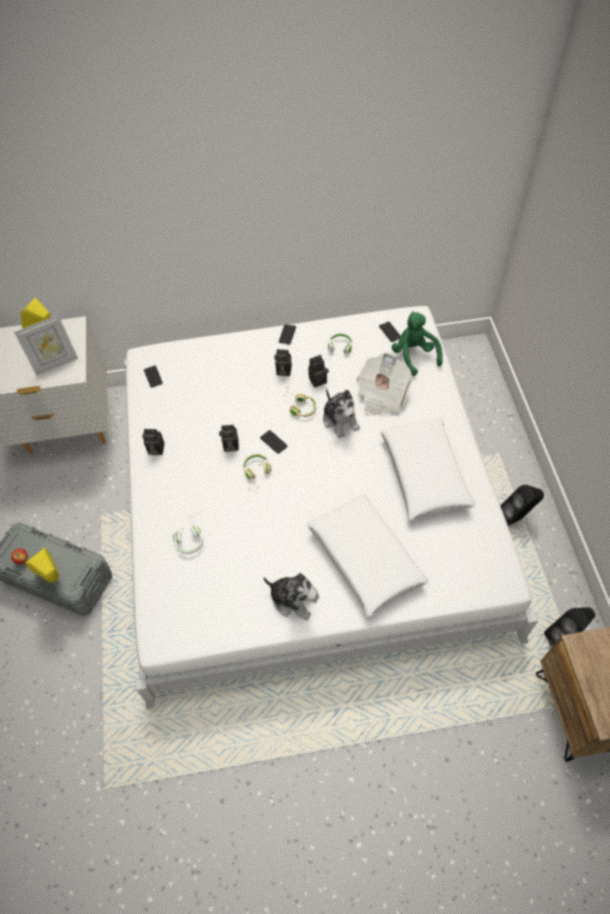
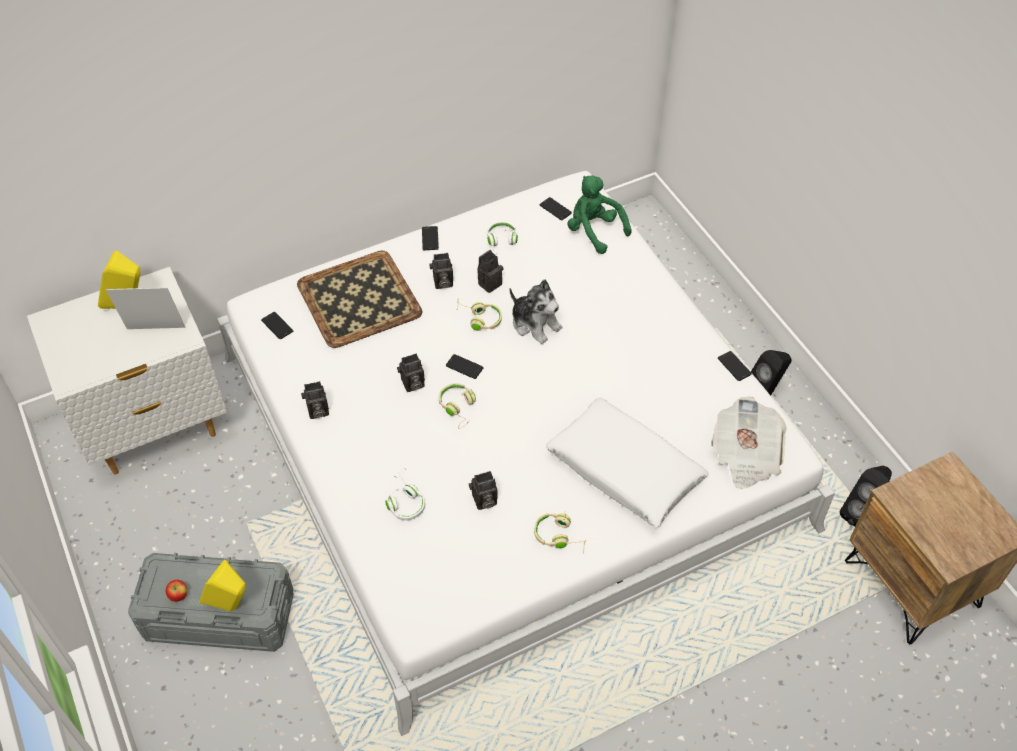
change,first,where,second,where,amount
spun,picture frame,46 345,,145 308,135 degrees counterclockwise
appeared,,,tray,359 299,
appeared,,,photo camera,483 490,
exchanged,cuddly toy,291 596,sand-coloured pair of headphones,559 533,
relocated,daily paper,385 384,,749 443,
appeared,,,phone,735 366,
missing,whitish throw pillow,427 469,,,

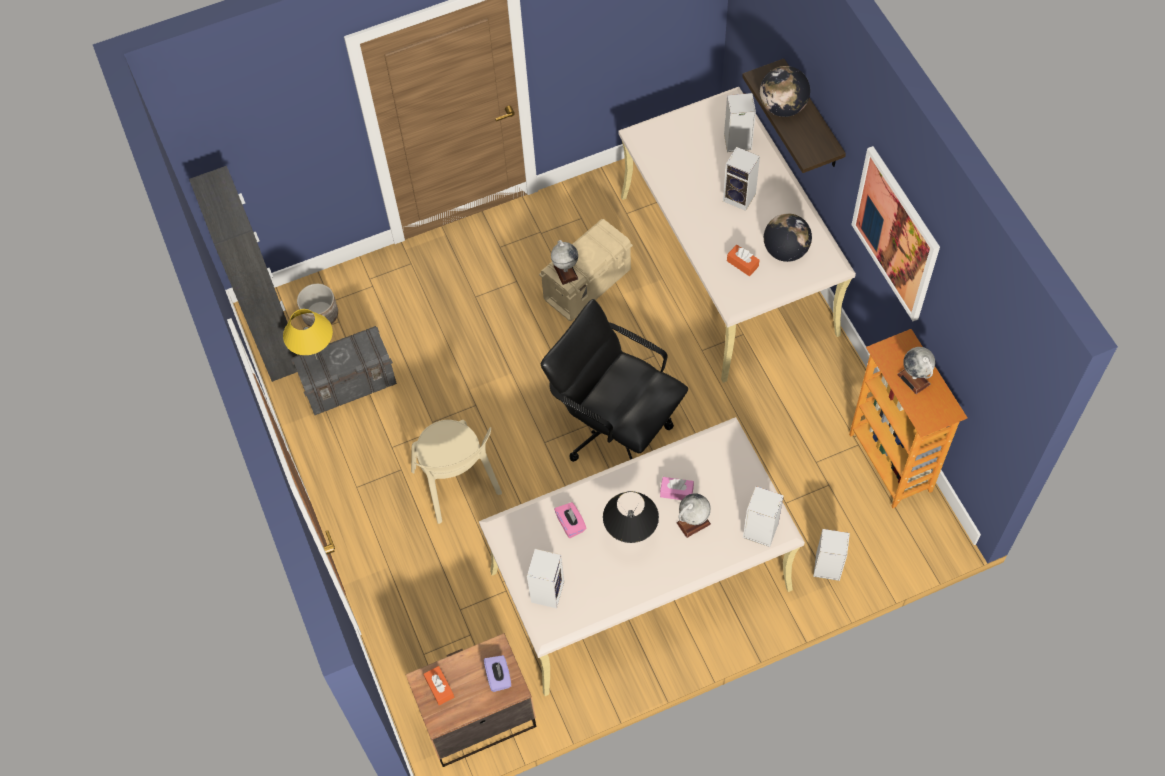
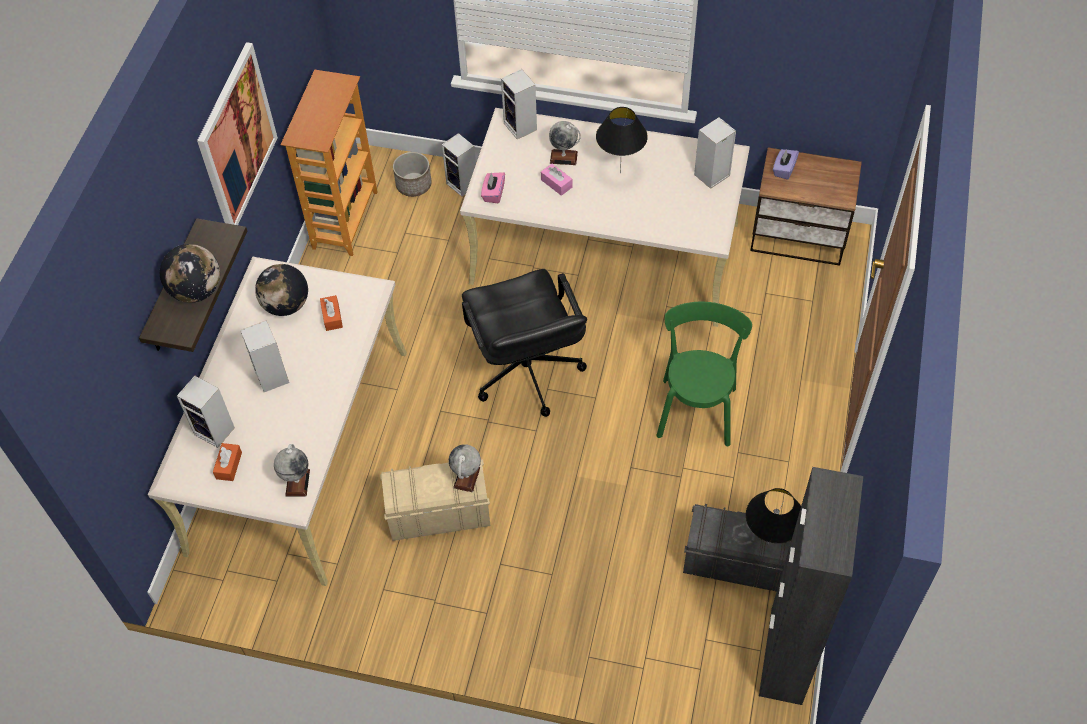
change,first,where,second,where,amount
relocated,orangey tissue box,439 686,,227 462,
relocated,globe,916 370,,292 470,
relocated,planter,317 305,,412 174,
relocated,pink tissue box,570 520,,493 187,
colour,sand-coloured plain chair,456 472,green plain chair,704 374,
colour,yellowish table lamp,308 334,black-coloured table lamp,773 516,

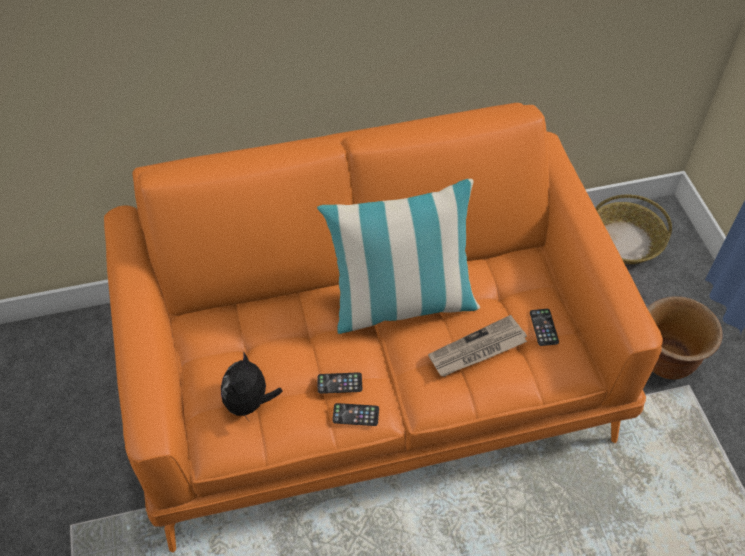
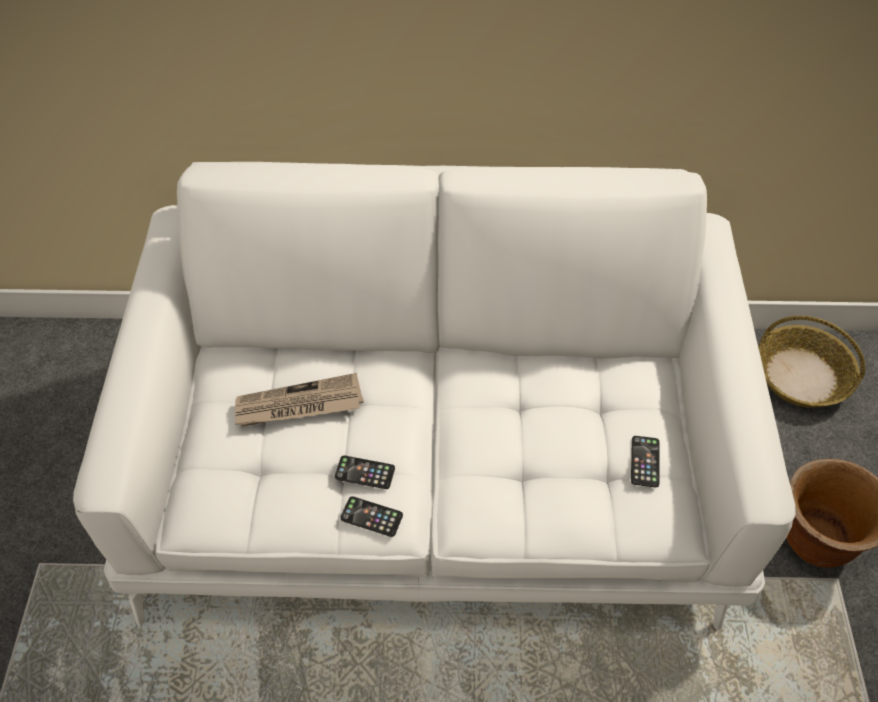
change,first,where,second,where,amount
colour,orangey couch,383 328,whitish couch,434 396,
relocated,daily paper,477 346,,299 400,
missing,cuddly toy,252 386,,,
missing,throw pillow,398 256,,,

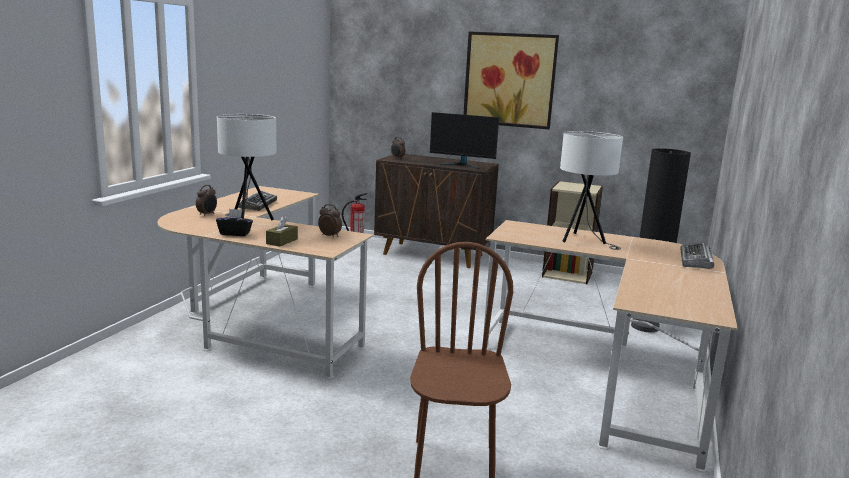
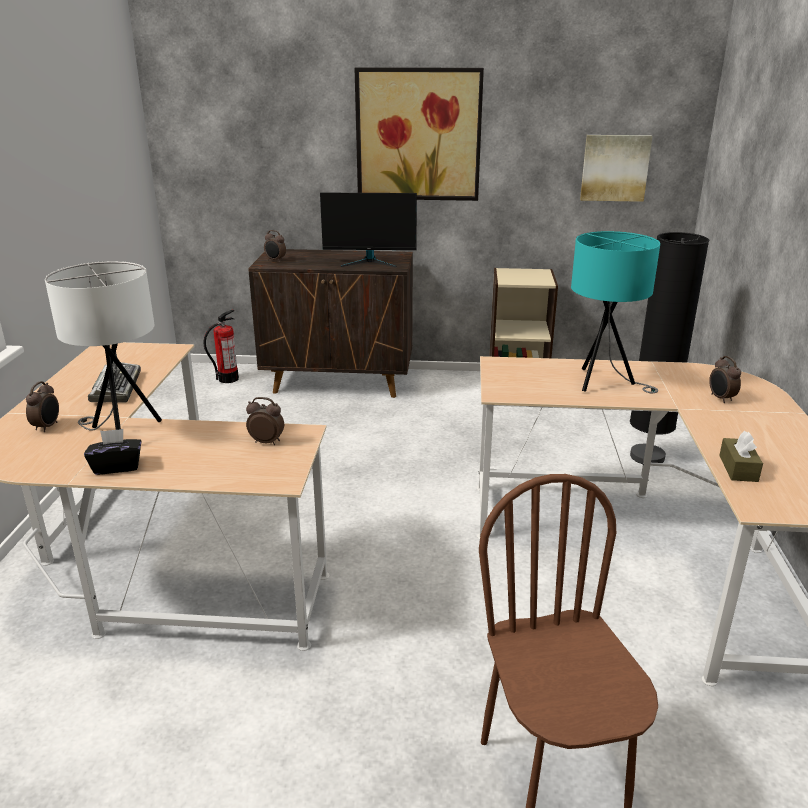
change,first,where,second,where,amount
colour,whitish table lamp,591 190,turquoise-coloured table lamp,615 312,
appeared,,,wall art,616 168,
appeared,,,alarm clock,725 379,
relocated,brownish tissue box,282 231,,741 456,
missing,computer keyboard,697 256,,,

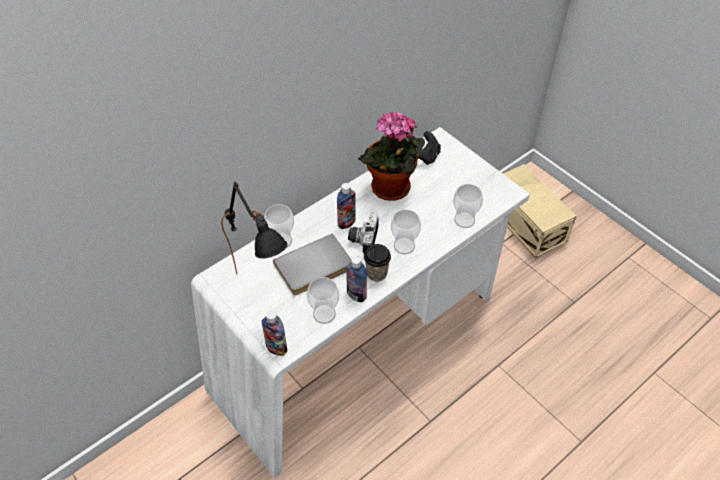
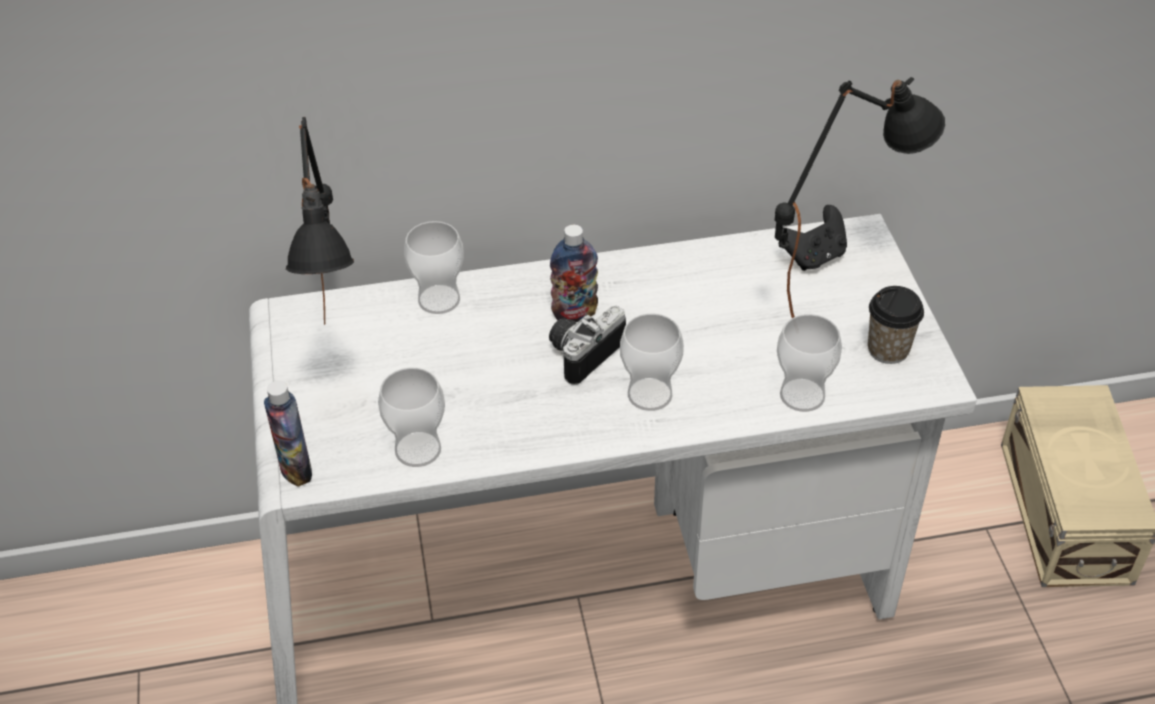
change,first,where,second,where,amount
appeared,,,black-coloured table lamp,860 197,
relocated,cup,377 262,,896 325,
missing,grey bound book,312 264,,,
missing,drink bottle,356 279,,,
missing,potted plant,391 156,,,

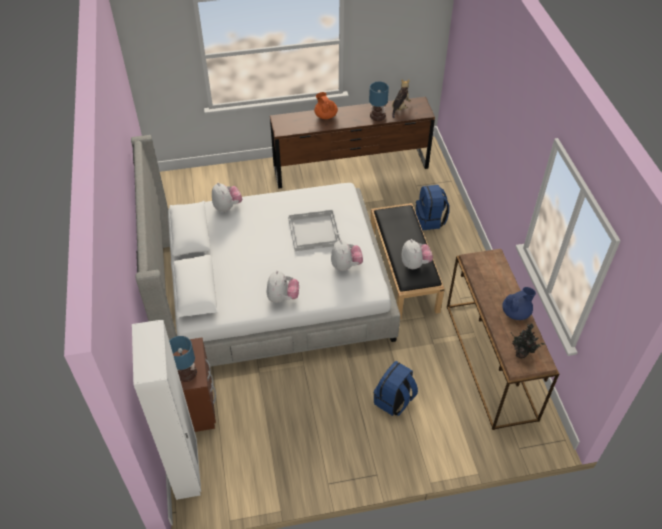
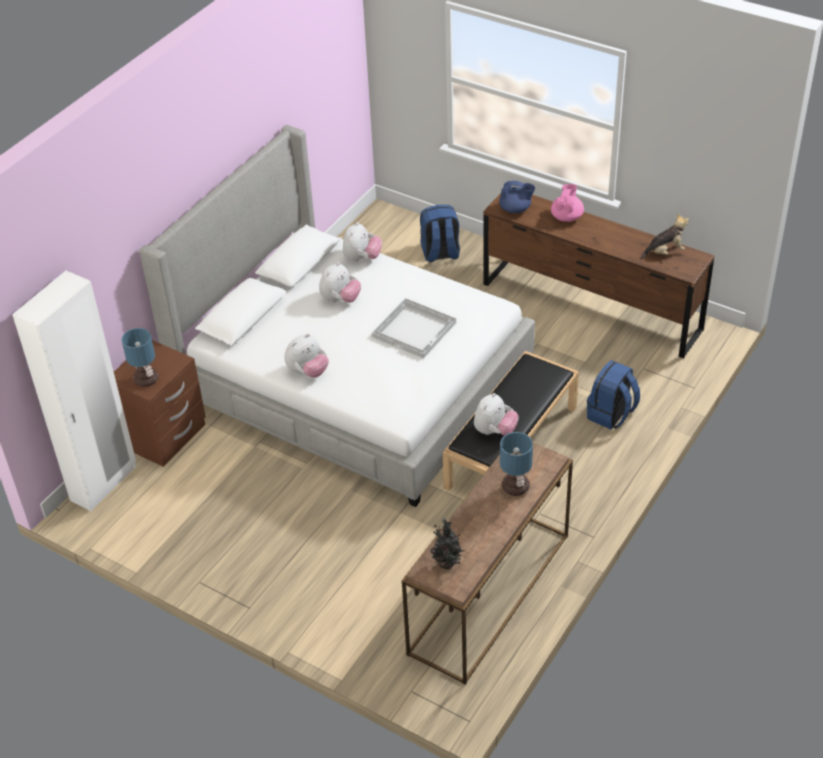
change,first,where,second,where,amount
relocated,cuddly toy,347 255,,340 282,
relocated,blue-coloured rucksack,395 388,,440 233,
relocated,blue-coloured pot for tea,519 303,,517 197,
relocated,table lamp,379 101,,516 464,
colour,orangey pot for tea,326 105,pink pot for tea,567 203,

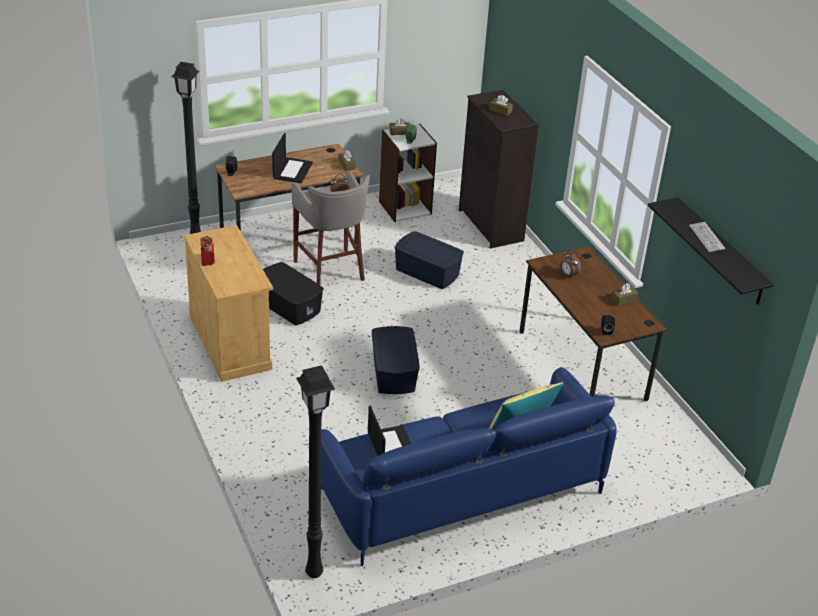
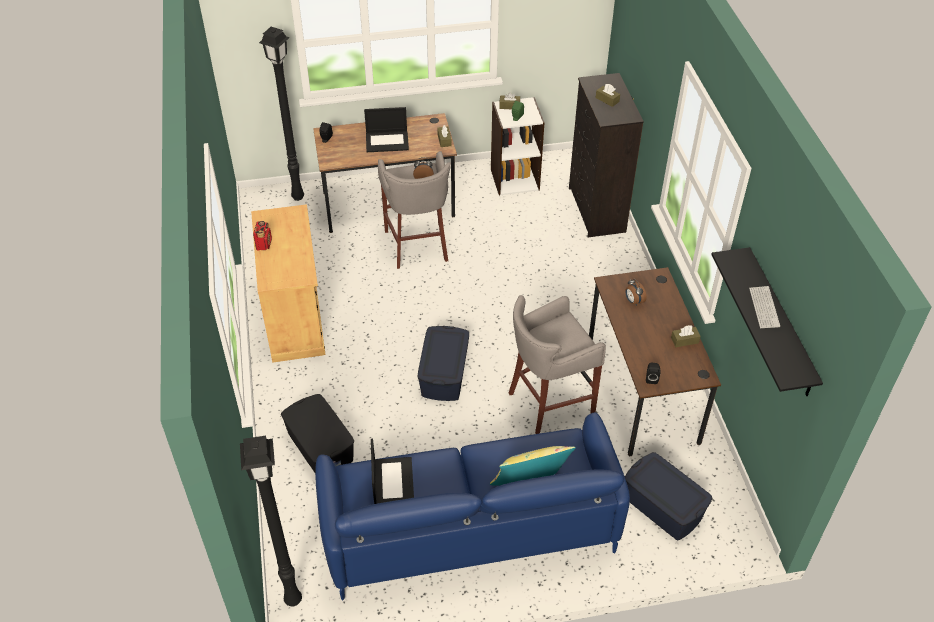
change,first,where,second,where,amount
relocated,black-coloured storage box,293 293,,317 433,
spun,portable computer,292 158,,386 129,60 degrees clockwise
appeared,,,grey sitting stool,557 364,
relocated,blue-coloured storage box,429 260,,669 496,

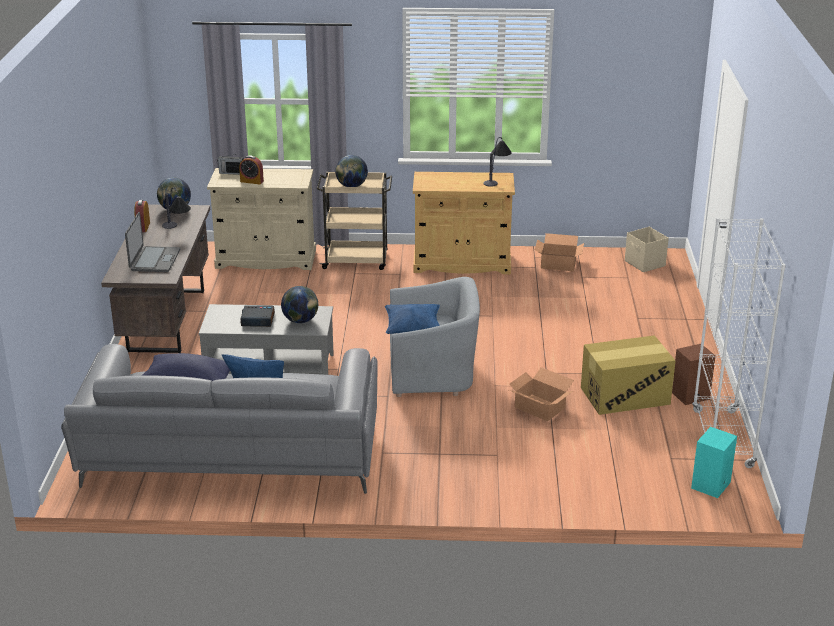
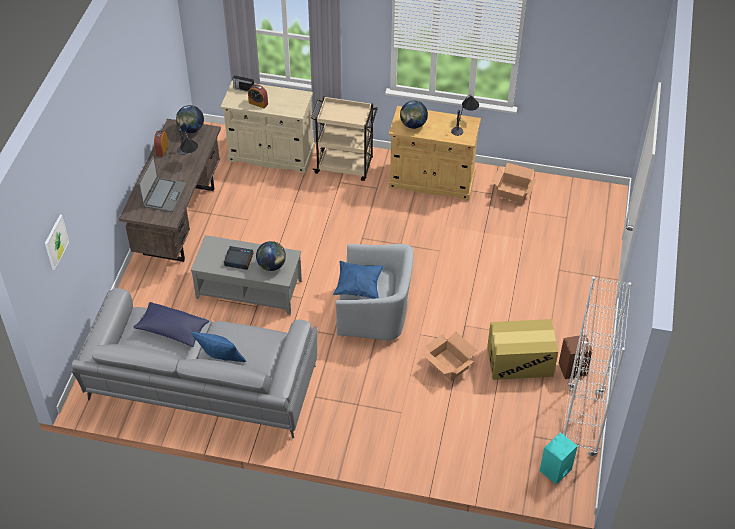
change,first,where,second,where,amount
appeared,,,wall art,57 242,
relocated,globe,351 171,,414 115,
missing,sand-coloured storage box,647 249,,,

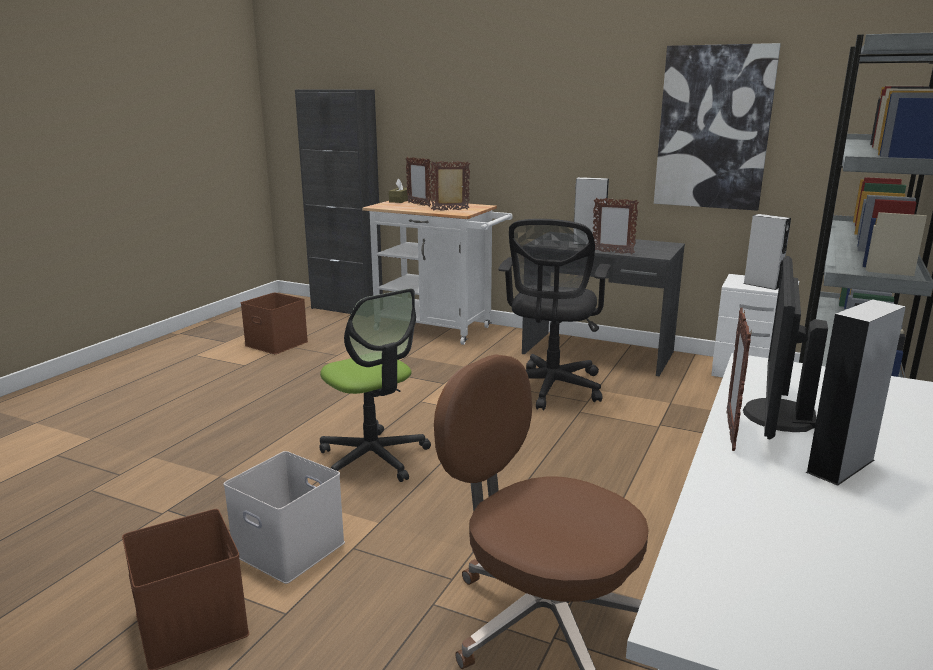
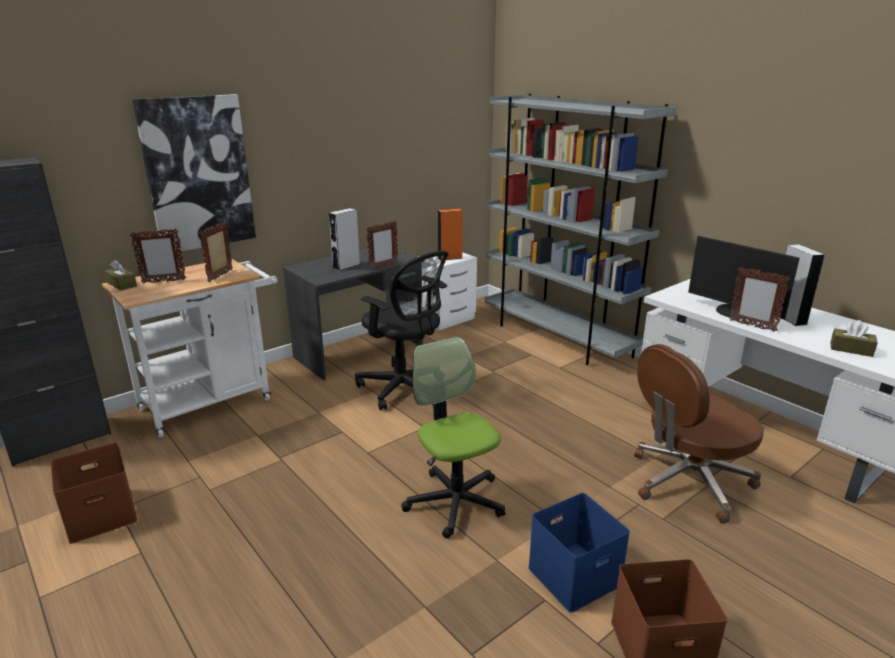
change,first,where,second,where,amount
relocated,wall art,717 127,,194 172,
spun,office chair,375 385,,453 438,105 degrees counterclockwise
colour,grey audio speaker,767 252,orangey audio speaker,450 234,
colour,whitish storage box,284 517,blue-coloured storage box,579 553,
appeared,,,brownish tissue box,854 338,

